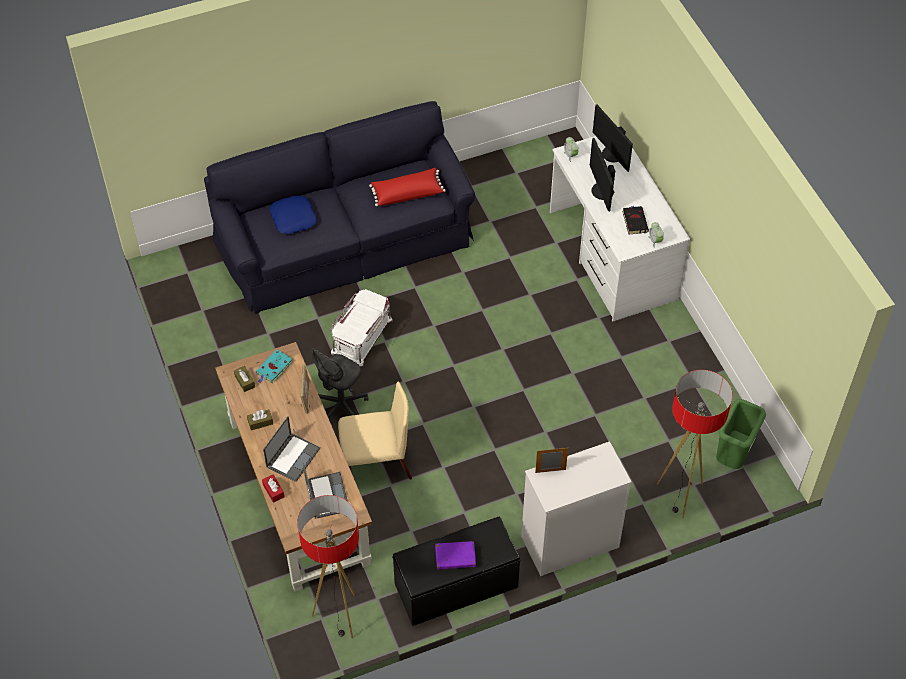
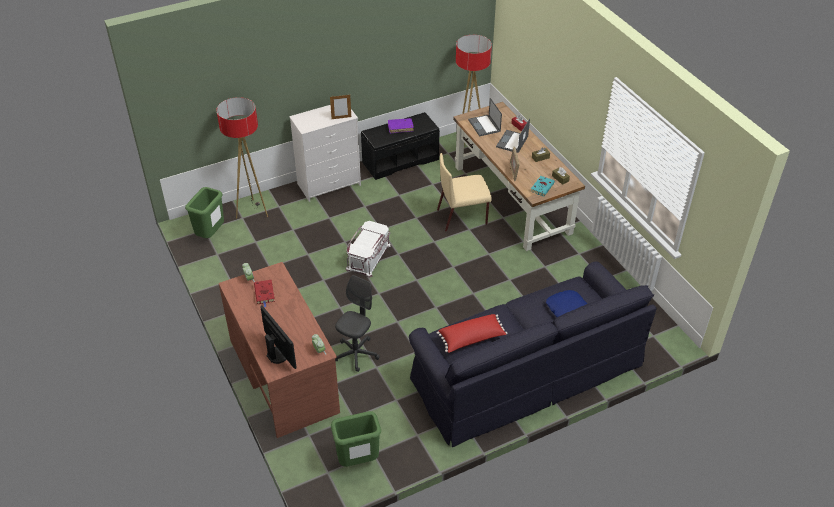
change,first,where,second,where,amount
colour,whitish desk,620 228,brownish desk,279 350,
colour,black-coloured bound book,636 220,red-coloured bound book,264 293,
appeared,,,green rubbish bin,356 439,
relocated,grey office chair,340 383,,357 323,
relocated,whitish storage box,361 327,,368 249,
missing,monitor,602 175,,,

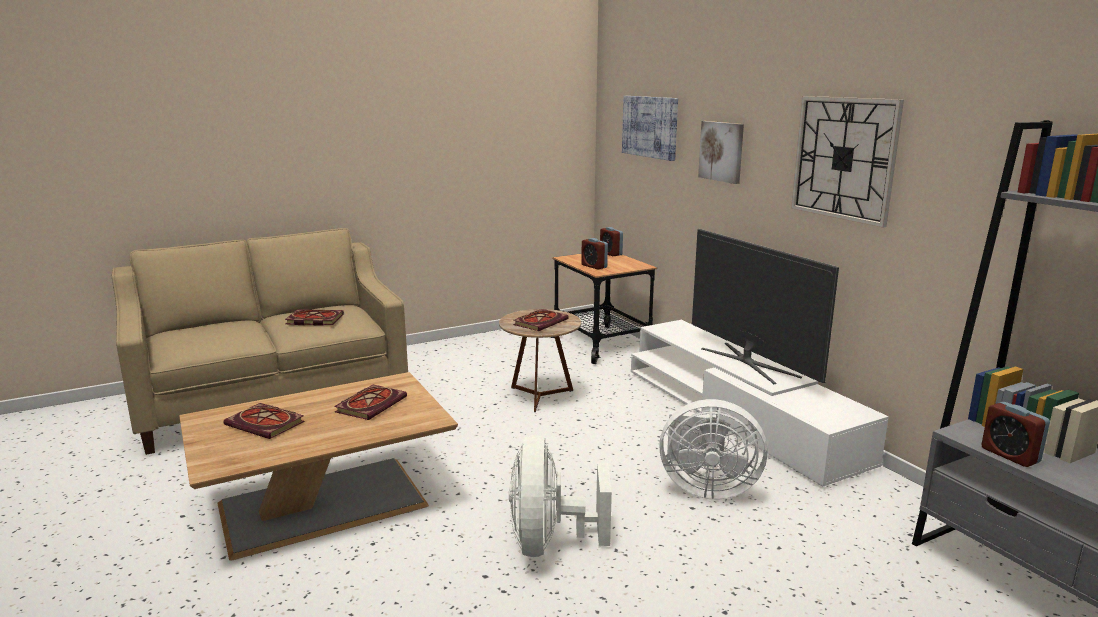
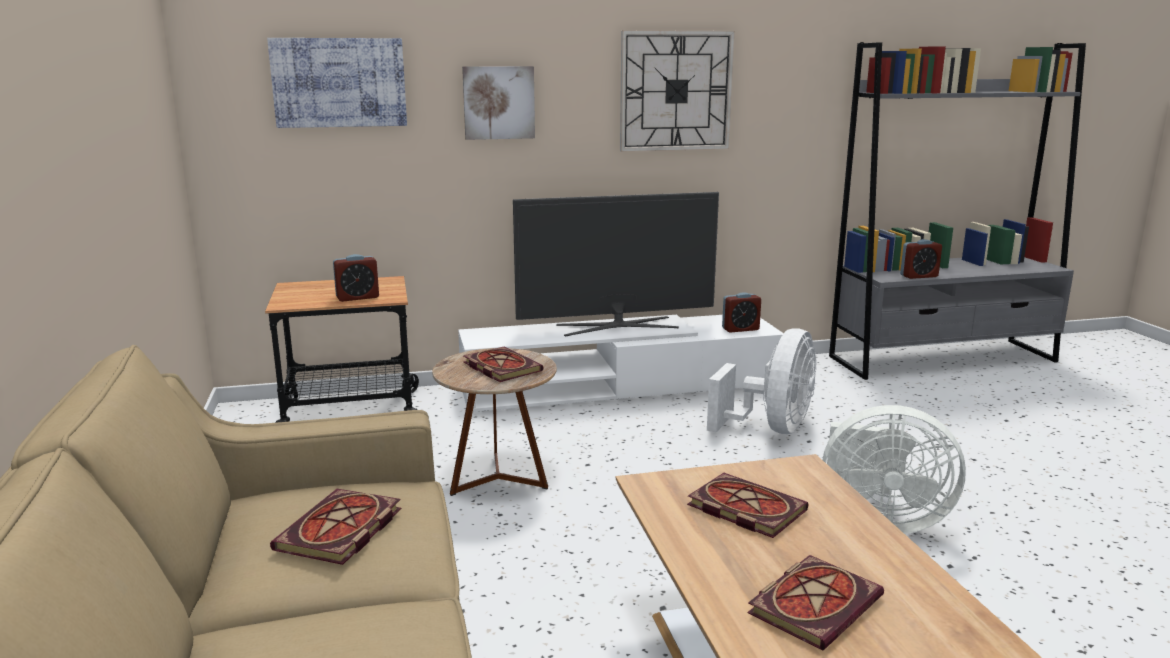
change,first,where,second,where,amount
relocated,alarm clock,611 241,,741 312,

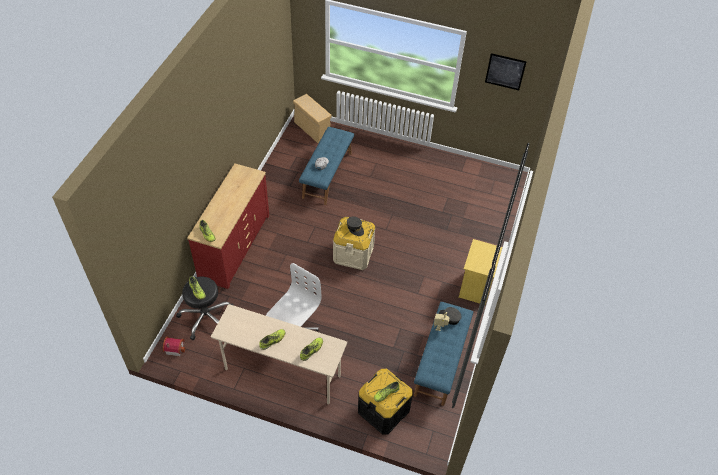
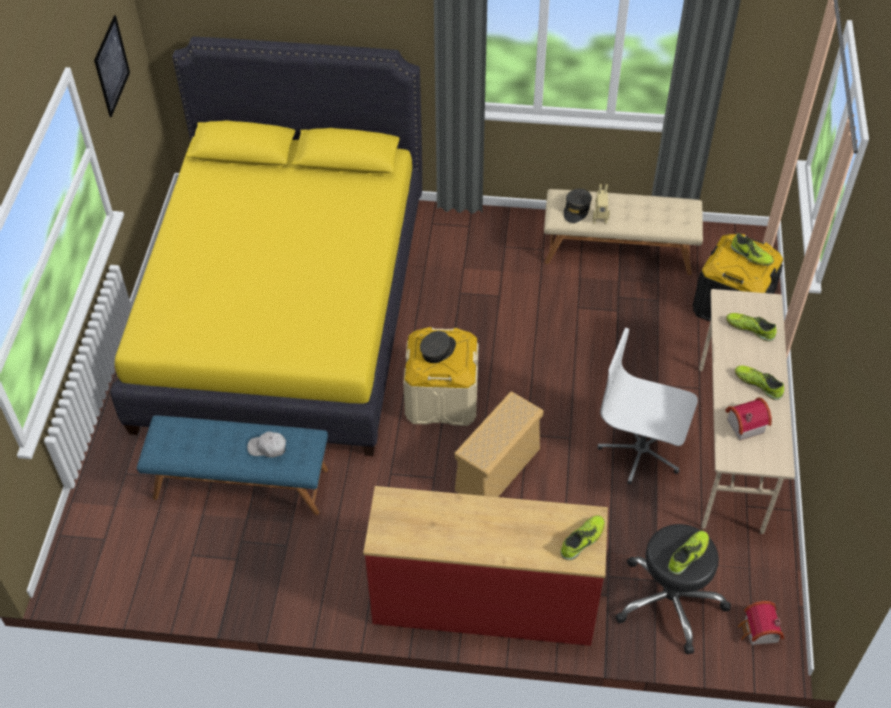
change,first,where,second,where,amount
appeared,,,yellowish bedroom bed,266 246,
relocated,sand-coloured storage box,312 119,,499 444,
colour,blue-coloured bench,443 354,sand-coloured bench,623 232,
appeared,,,toy house,748 419,
missing,yellowish bedside table,481 271,,,

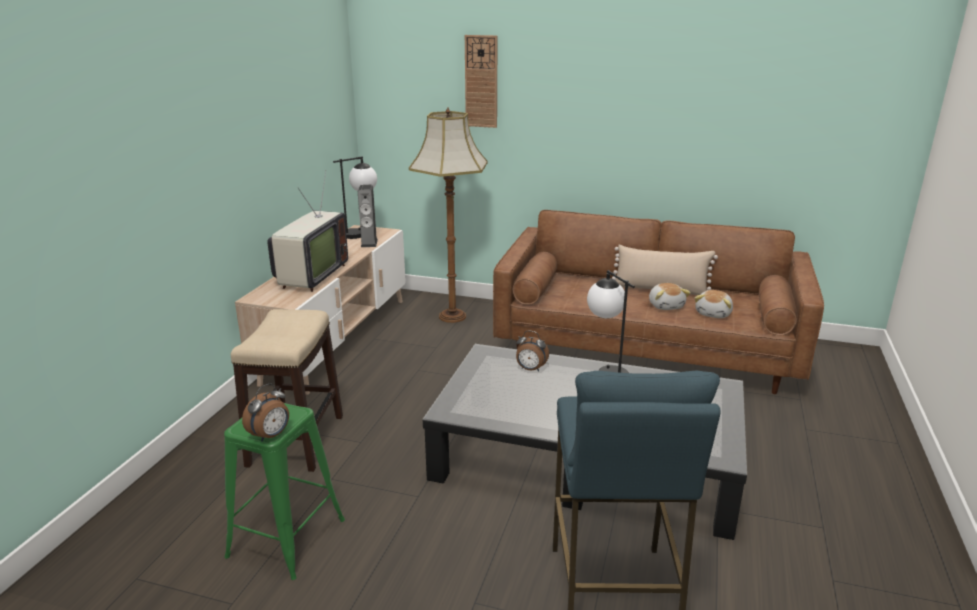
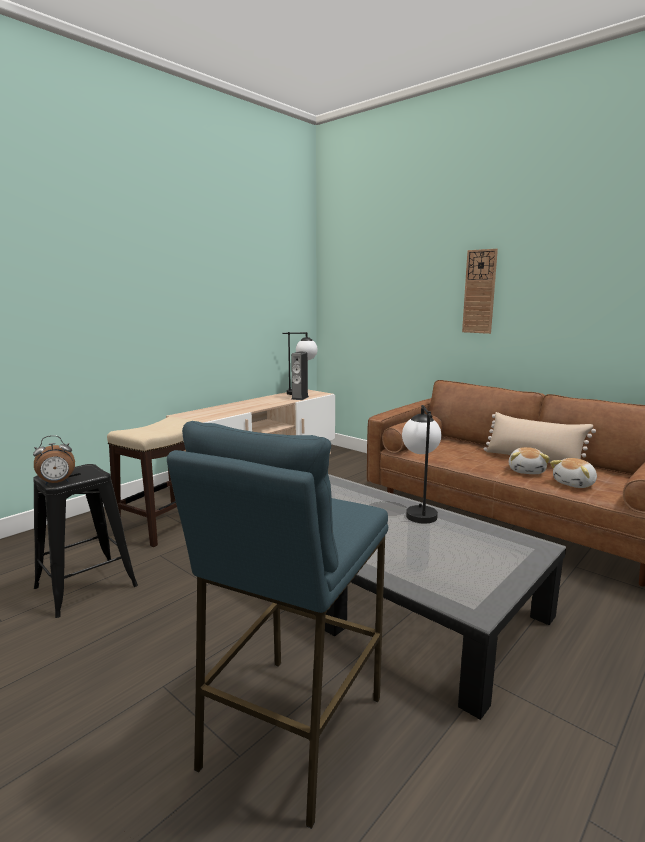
change,first,where,second,where,amount
colour,green sitting stool,284 491,black-coloured sitting stool,85 541,
relocated,wall clock,481 81,,480 291,
missing,TV set,307 232,,,
missing,standing lamp,448 215,,,
missing,alarm clock,532 351,,,

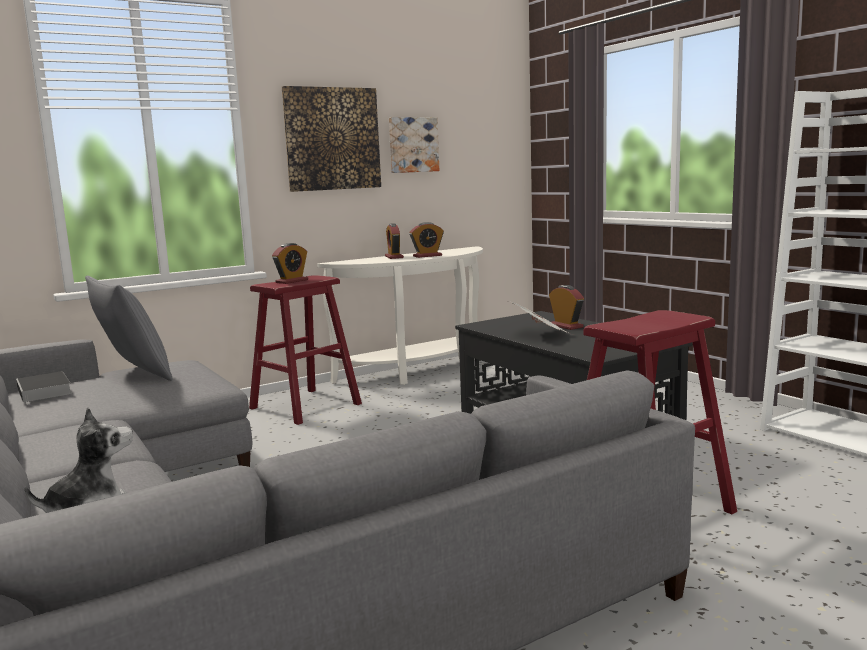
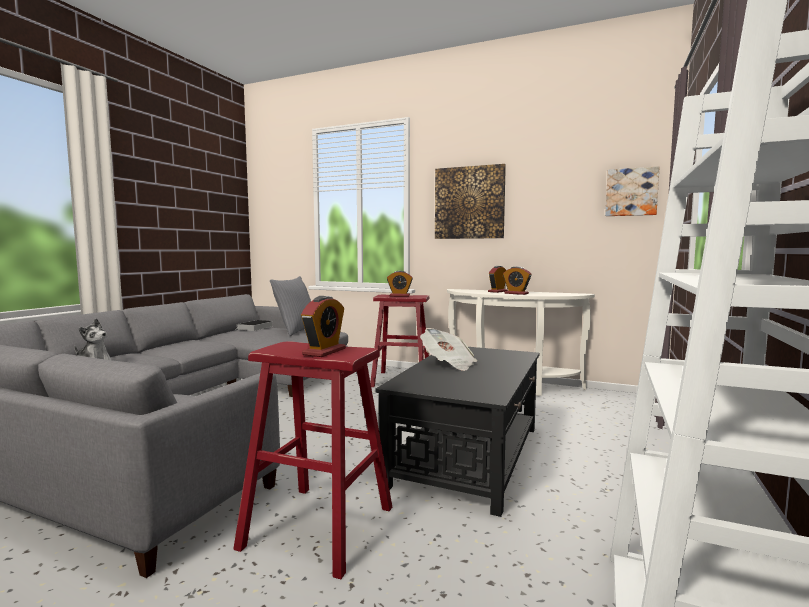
change,first,where,second,where,amount
relocated,alarm clock,566 307,,323 326,
relocated,wall art,414 145,,632 191,

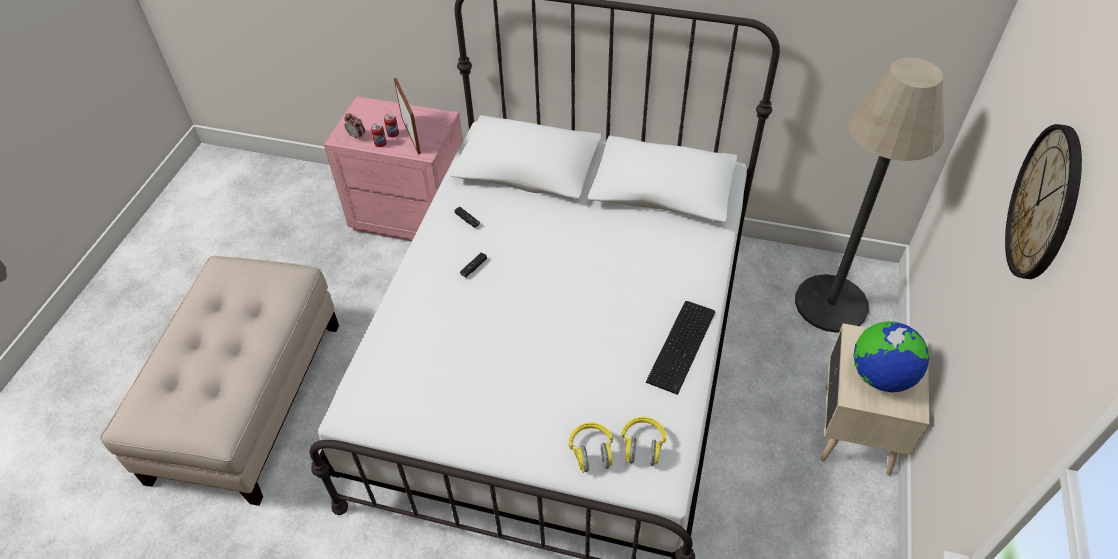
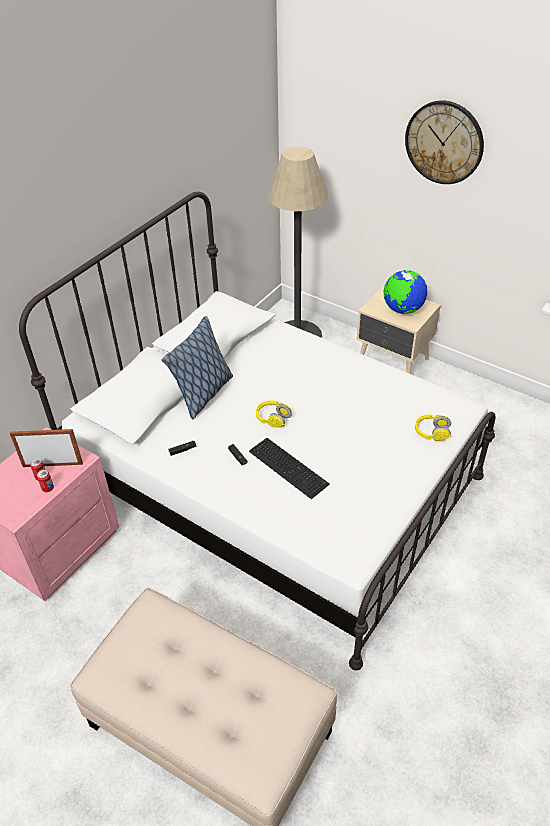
change,first,where,second,where,amount
appeared,,,throw pillow,197 367,
relocated,computer keyboard,680 348,,289 468,
relocated,yellowish pair of headphones,644 441,,274 414,
missing,alarm clock,354 126,,,

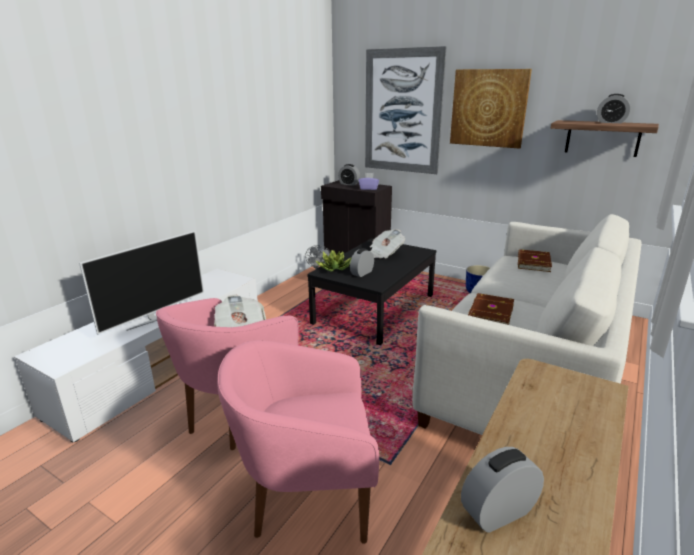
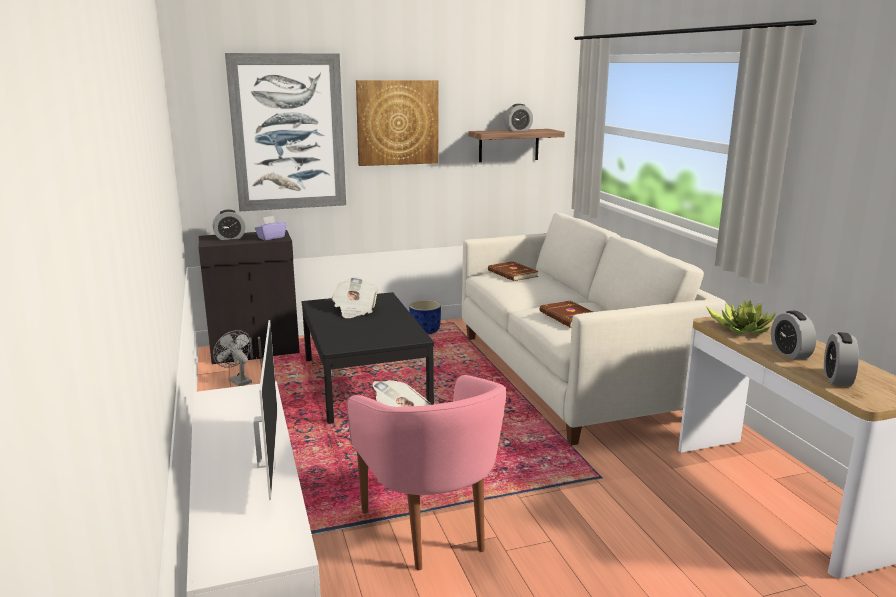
change,first,where,second,where,amount
relocated,potted plant,333 261,,741 317,
relocated,alarm clock,362 262,,793 335,
missing,pink easy chair,298 442,,,

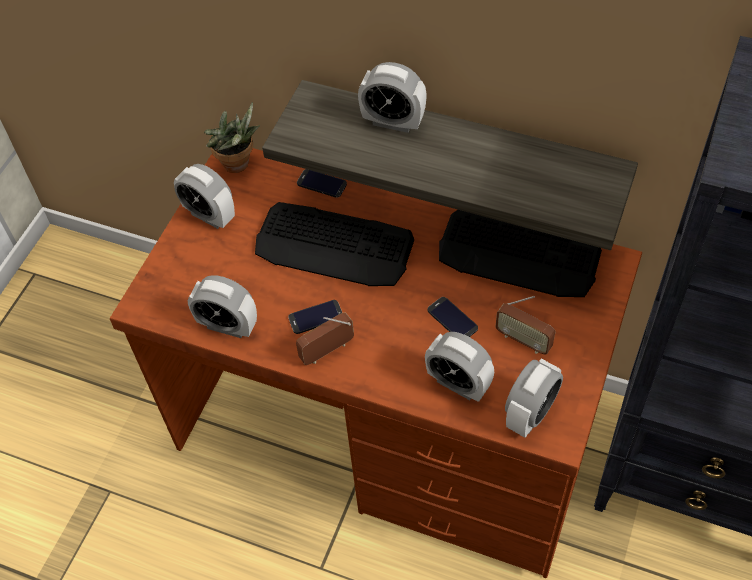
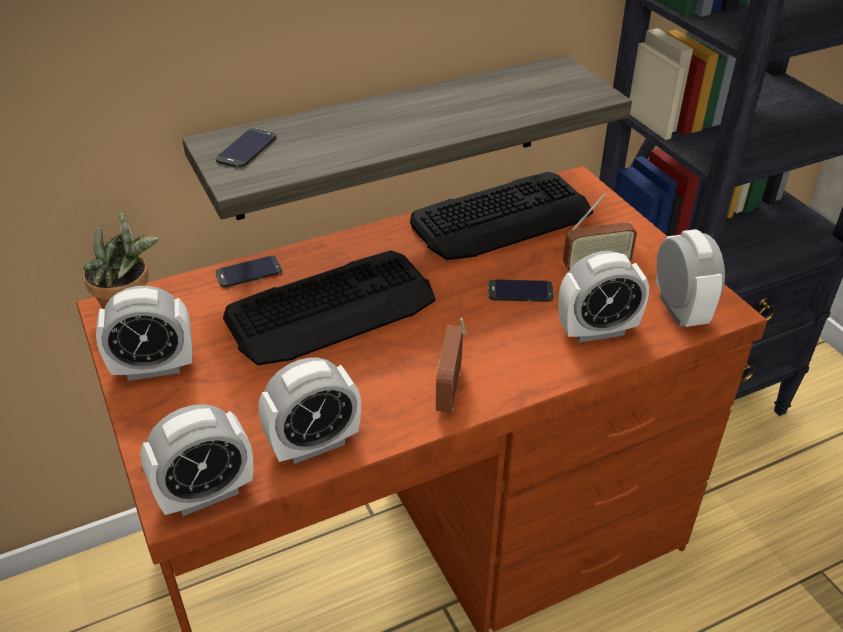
change,first,where,second,where,amount
relocated,alarm clock,392 97,,196 460,
relocated,phone,315 317,,246 148,

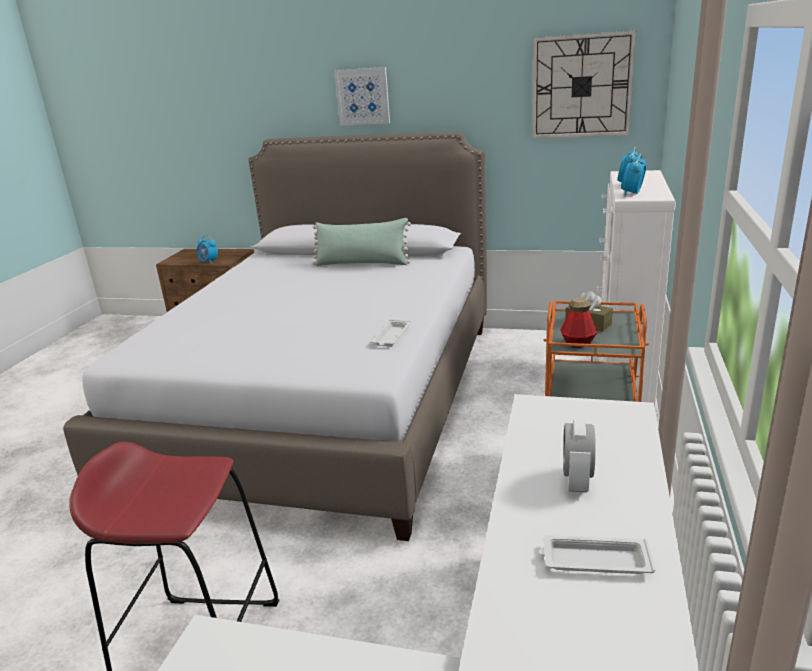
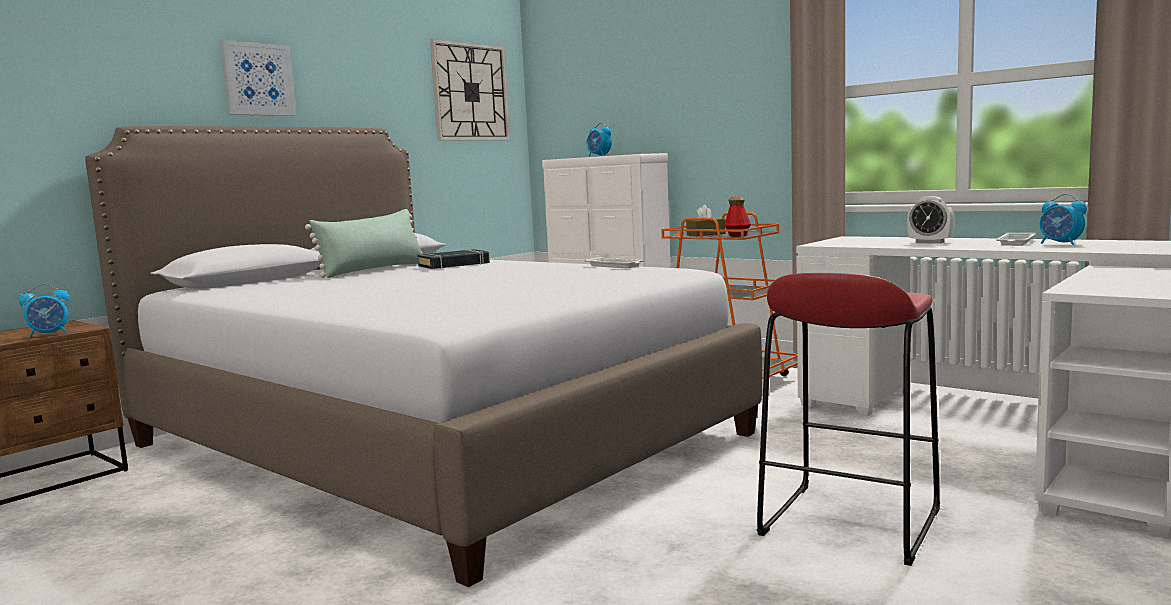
change,first,where,second,where,amount
appeared,,,black-coloured bound book,453 259,
relocated,alarm clock,633 175,,1063 219,

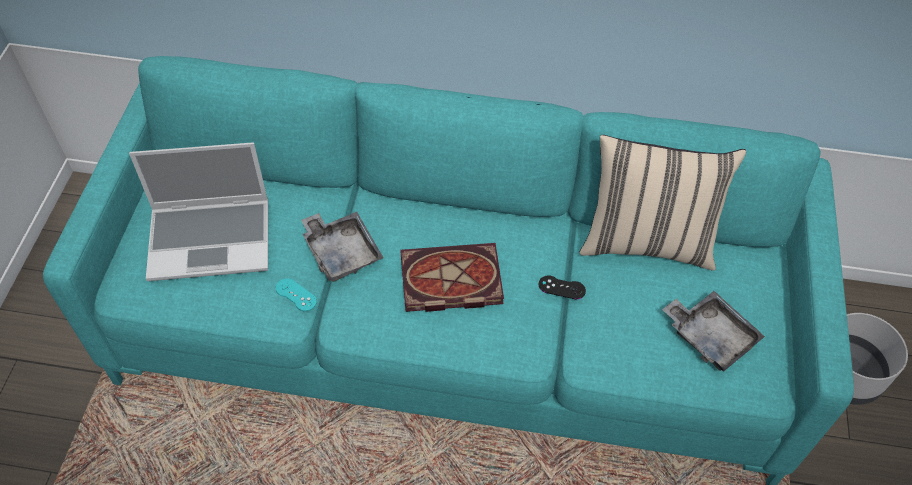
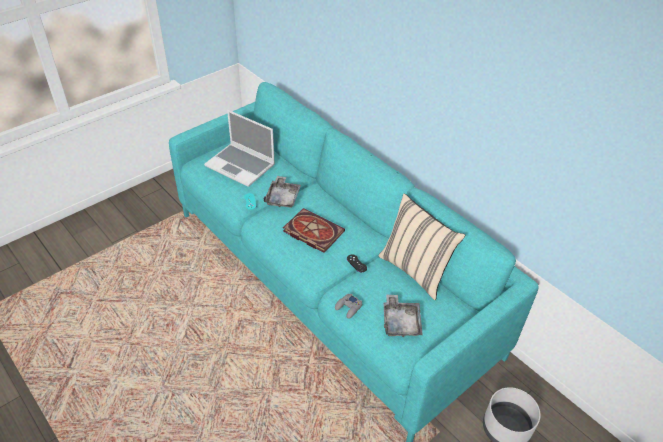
change,first,where,second,where,amount
appeared,,,grey joypad,348 306,

